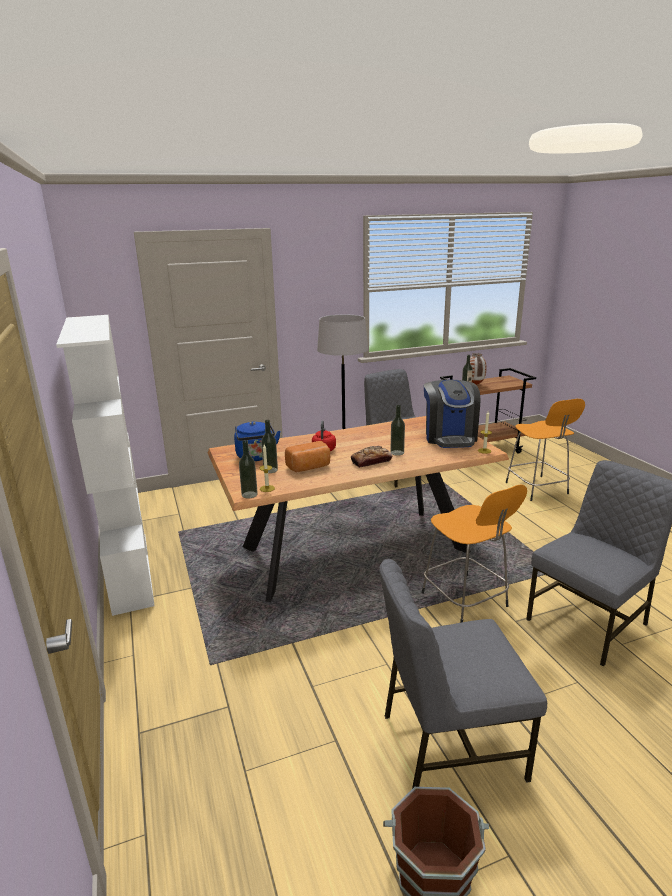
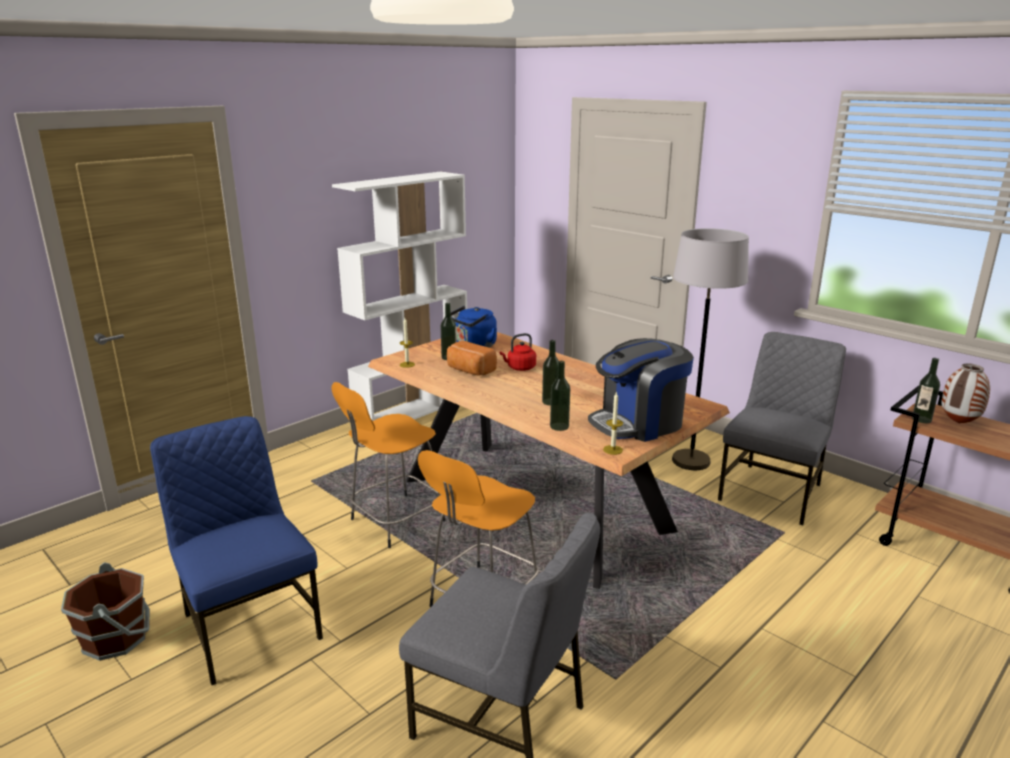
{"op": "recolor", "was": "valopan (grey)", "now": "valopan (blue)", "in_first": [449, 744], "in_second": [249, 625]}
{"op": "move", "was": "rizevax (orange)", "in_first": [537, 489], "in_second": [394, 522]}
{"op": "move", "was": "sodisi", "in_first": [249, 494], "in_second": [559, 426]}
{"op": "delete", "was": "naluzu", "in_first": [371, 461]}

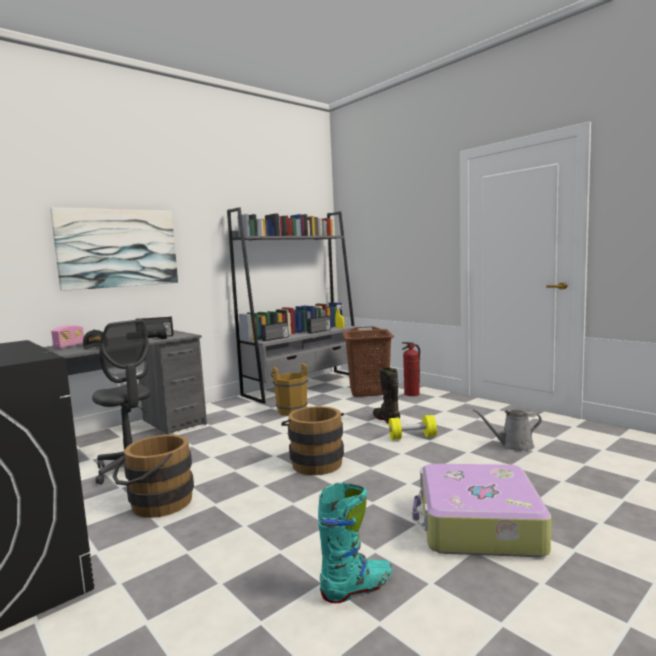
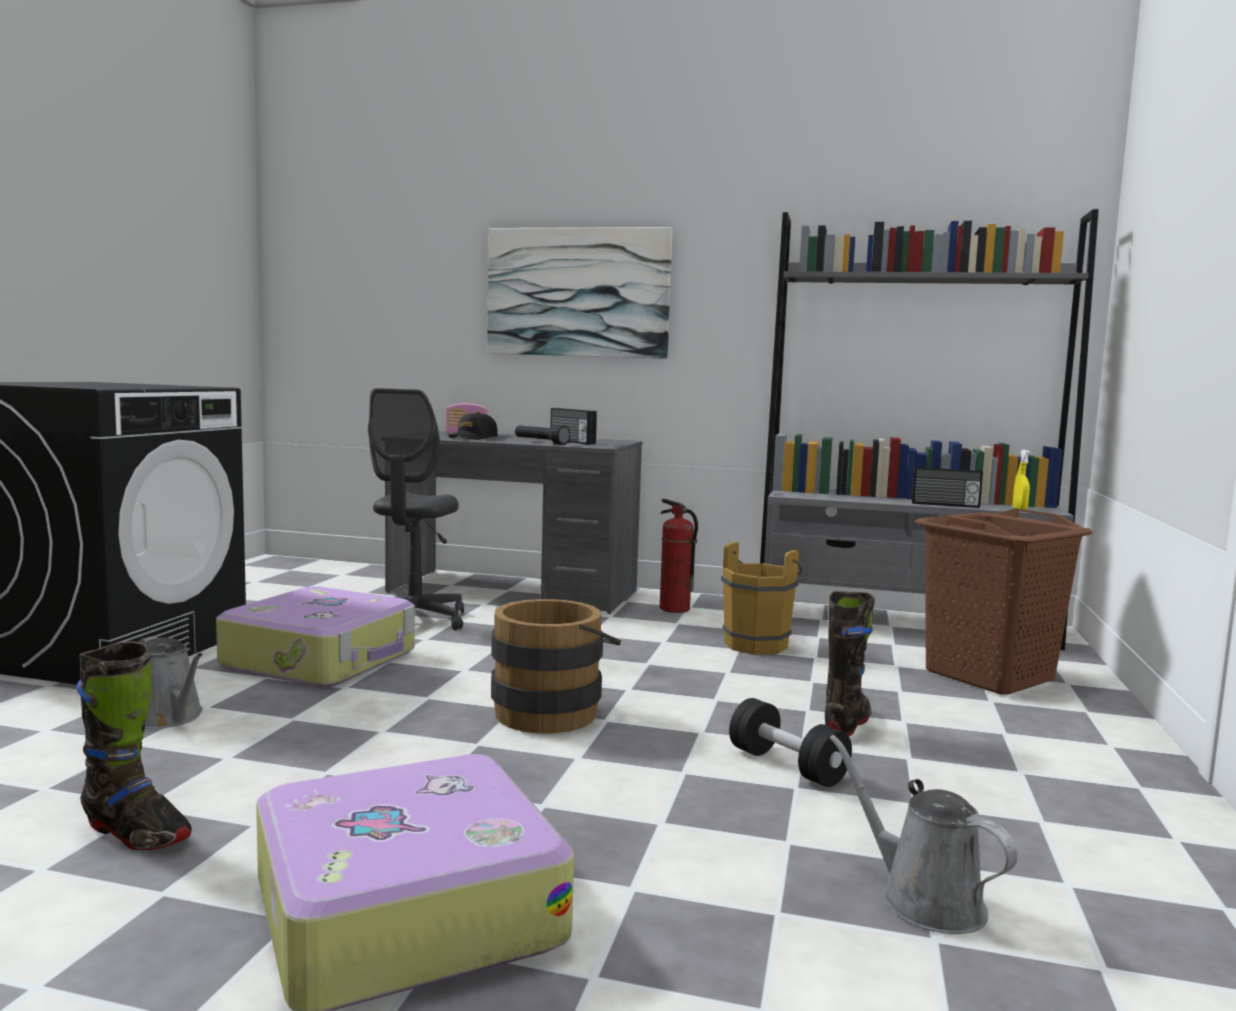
{"op": "recolor", "was": "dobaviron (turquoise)", "now": "dobaviron (black)", "in_first": [357, 588], "in_second": [135, 833]}
{"op": "insert", "now": "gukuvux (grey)", "in_second": [168, 718]}
{"op": "replace", "was": "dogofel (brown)", "now": "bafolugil", "in_first": [156, 504], "in_second": [322, 659]}
{"op": "move", "was": "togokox", "in_first": [412, 394], "in_second": [674, 609]}
{"op": "recolor", "was": "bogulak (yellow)", "now": "bogulak (black)", "in_first": [412, 437], "in_second": [787, 766]}
{"op": "delete", "was": "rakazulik", "in_first": [275, 339]}

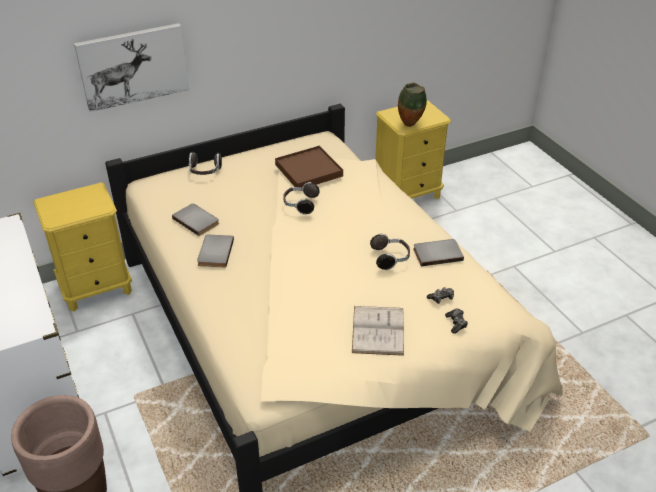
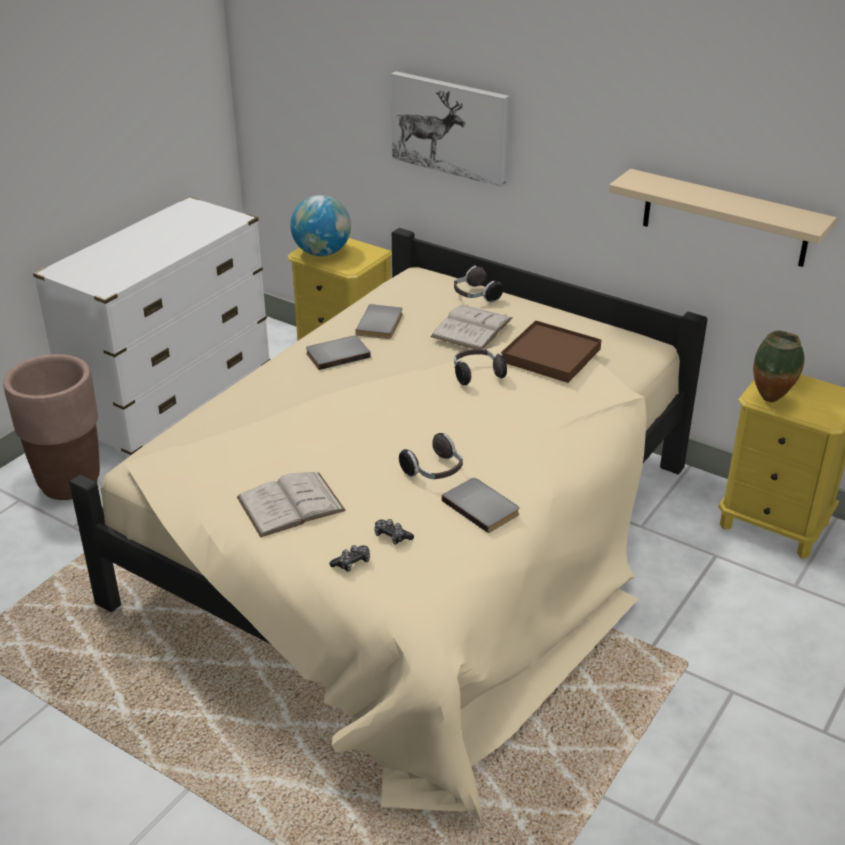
{"op": "insert", "now": "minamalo", "in_second": [322, 253]}
{"op": "insert", "now": "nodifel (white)", "in_second": [472, 327]}
{"op": "insert", "now": "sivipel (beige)", "in_second": [725, 218]}

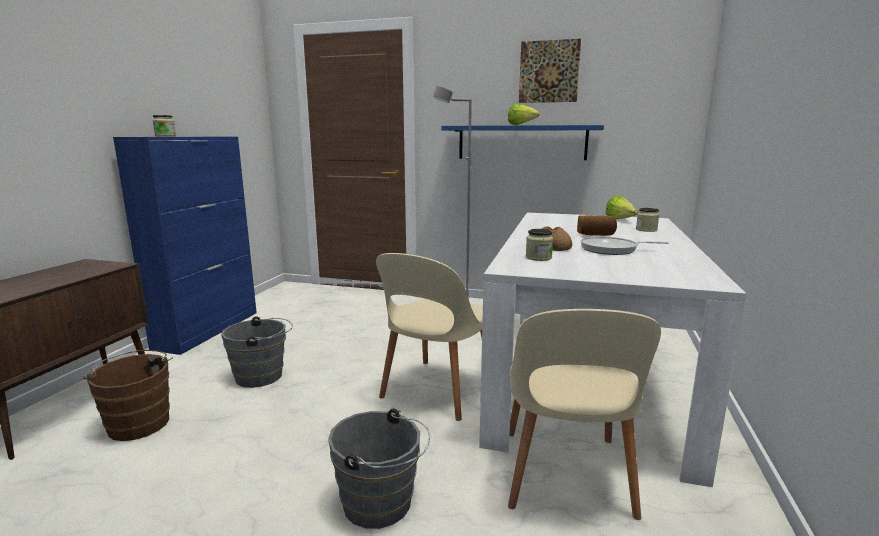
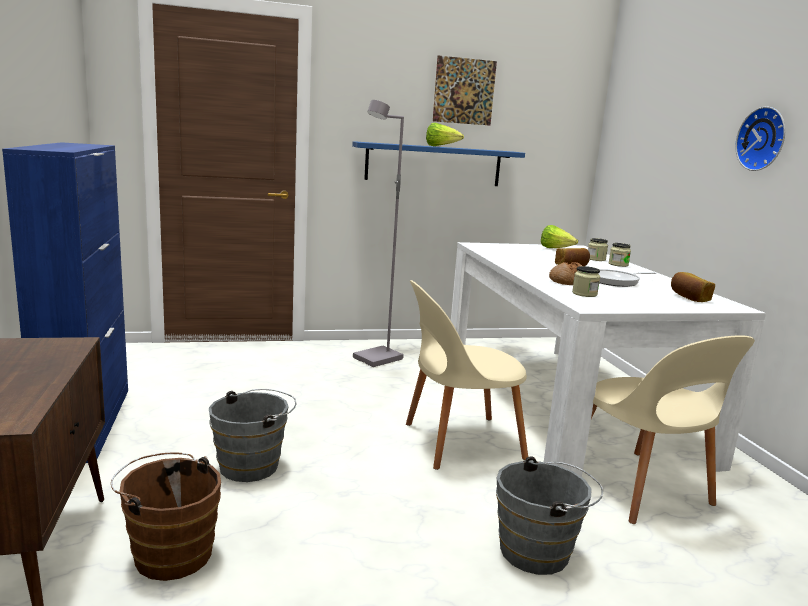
{"op": "rotate", "was": "valopan (beige)", "in_first": [436, 390], "in_second": [458, 442], "clockwise": 75}
{"op": "move", "was": "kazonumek", "in_first": [165, 136], "in_second": [618, 264]}
{"op": "insert", "now": "naluzu", "in_second": [689, 297]}
{"op": "insert", "now": "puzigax", "in_second": [763, 139]}

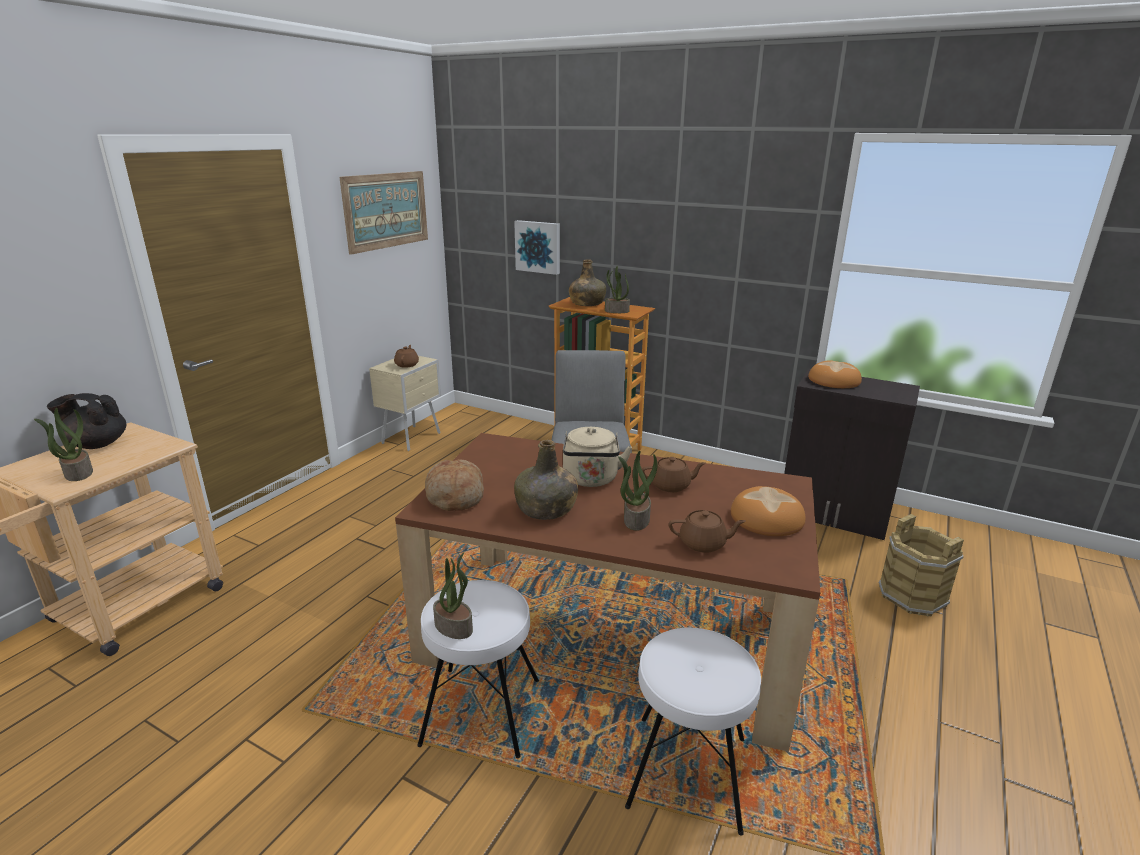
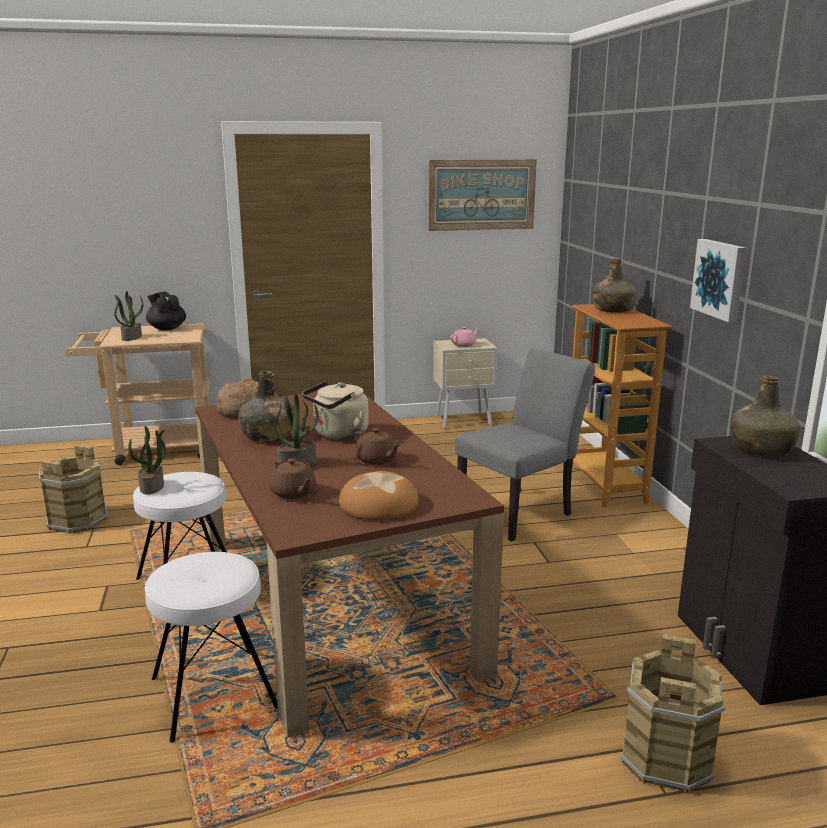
{"op": "insert", "now": "dogofel (brown)", "in_second": [78, 520]}
{"op": "recolor", "was": "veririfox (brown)", "now": "veririfox (pink)", "in_first": [407, 364], "in_second": [464, 345]}
{"op": "move", "was": "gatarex", "in_first": [538, 247], "in_second": [720, 279]}
{"op": "replace", "was": "naluzu", "now": "sodisi (green)", "in_first": [834, 380], "in_second": [761, 449]}
{"op": "delete", "was": "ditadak", "in_first": [616, 311]}

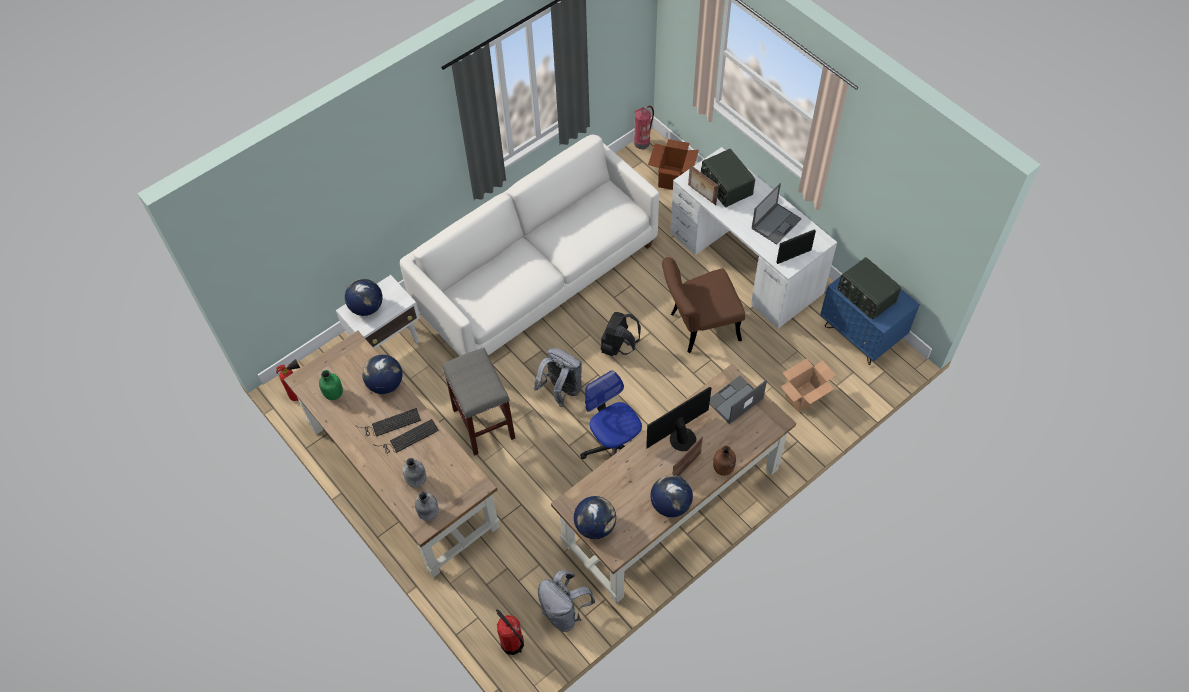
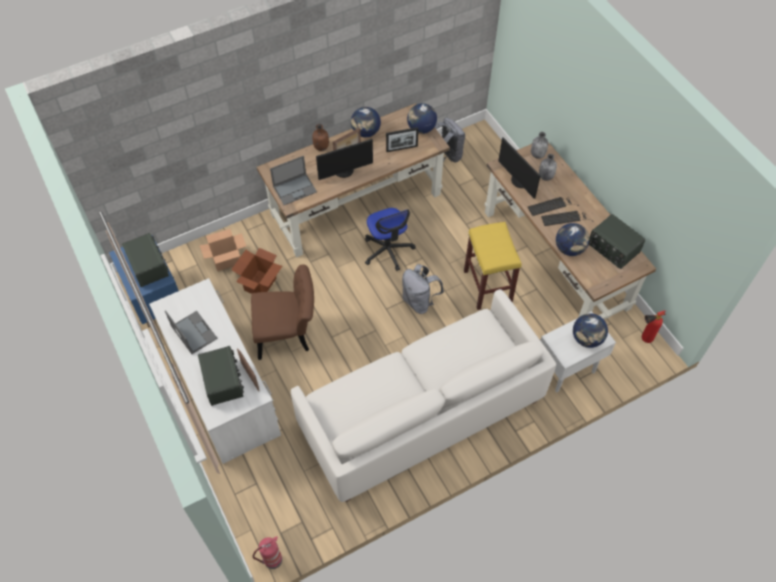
{"op": "rotate", "was": "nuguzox", "in_first": [776, 223], "in_second": [193, 332], "clockwise": 90}
{"op": "move", "was": "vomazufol", "in_first": [672, 178], "in_second": [260, 284]}
{"op": "move", "was": "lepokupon", "in_first": [793, 256], "in_second": [401, 148]}
{"op": "recolor", "was": "rizevax (grey)", "now": "rizevax (yellow)", "in_first": [484, 424], "in_second": [487, 286]}
{"op": "insert", "now": "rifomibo", "in_second": [519, 181]}
{"op": "replace", "was": "sodisi (green)", "now": "rakazulik", "in_first": [333, 394], "in_second": [612, 249]}
{"op": "delete", "was": "togokox", "in_first": [512, 644]}
{"op": "delete", "was": "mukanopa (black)", "in_first": [618, 347]}

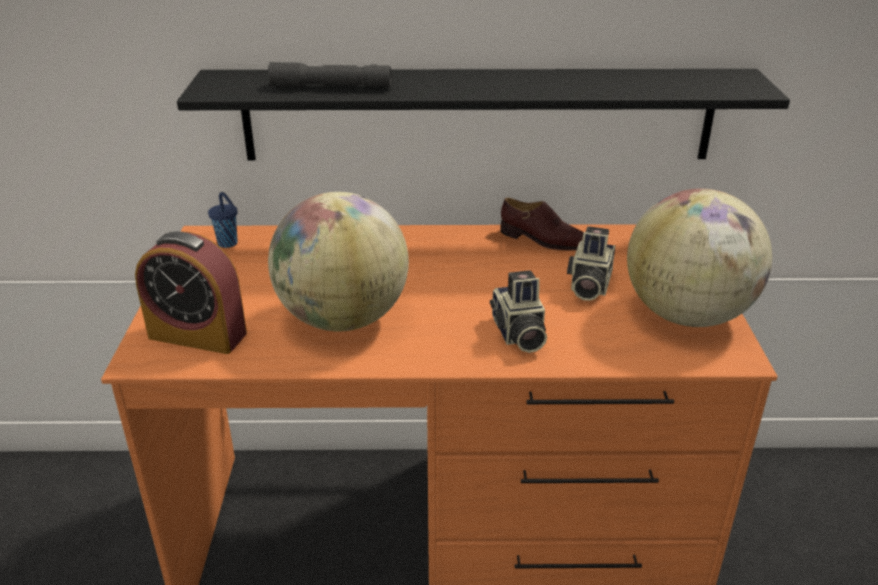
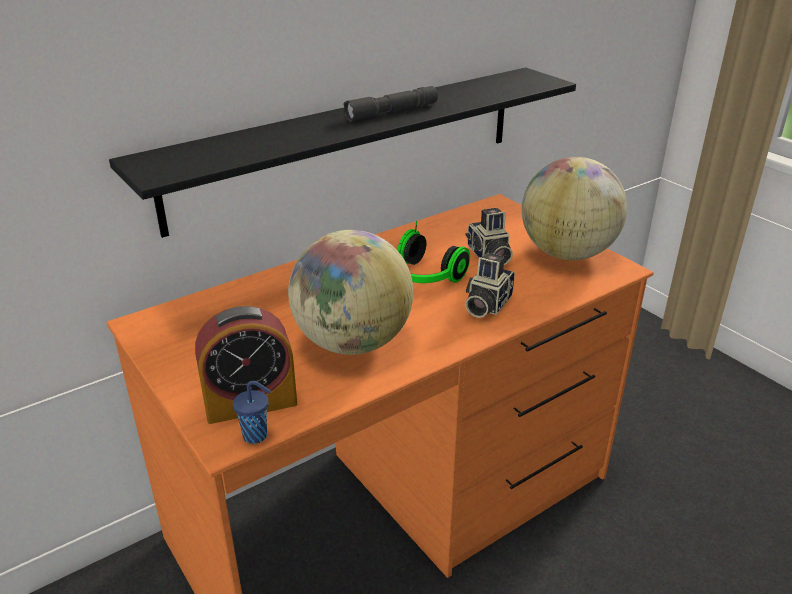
{"op": "move", "was": "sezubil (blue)", "in_first": [228, 244], "in_second": [257, 436]}
{"op": "move", "was": "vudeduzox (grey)", "in_first": [331, 87], "in_second": [391, 112]}
{"op": "insert", "now": "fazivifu", "in_second": [423, 277]}
{"op": "rotate", "was": "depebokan", "in_first": [517, 334], "in_second": [486, 305], "clockwise": 75}
{"op": "delete", "was": "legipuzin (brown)", "in_first": [543, 240]}

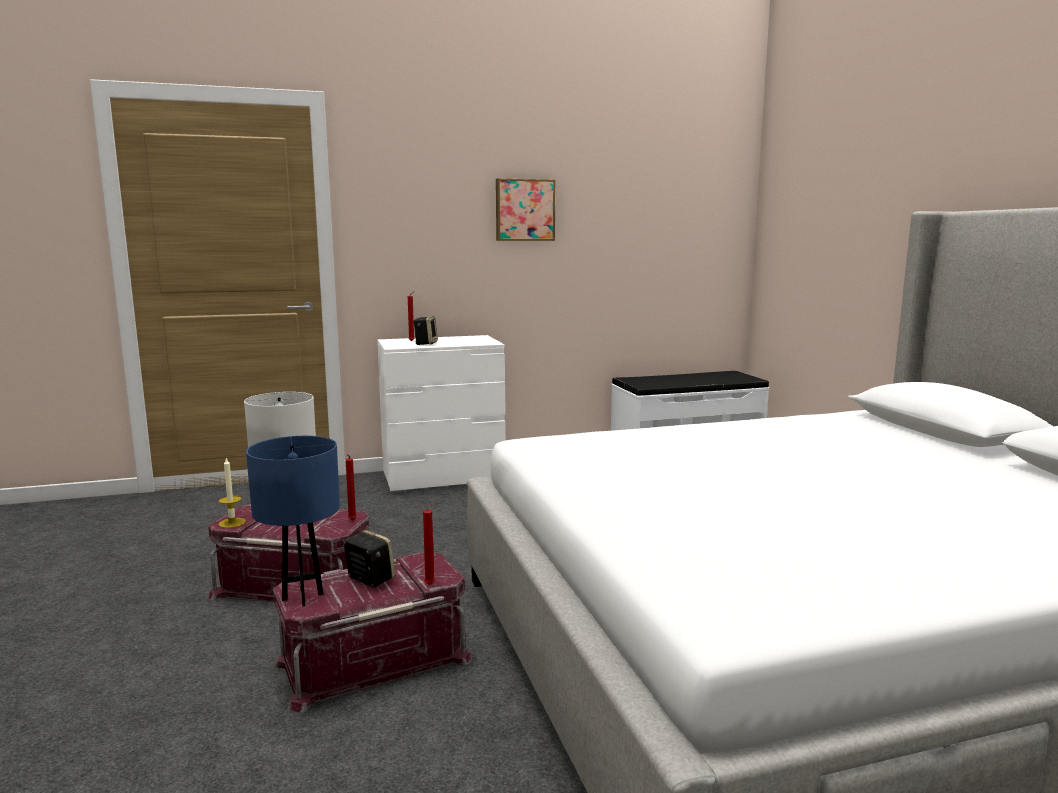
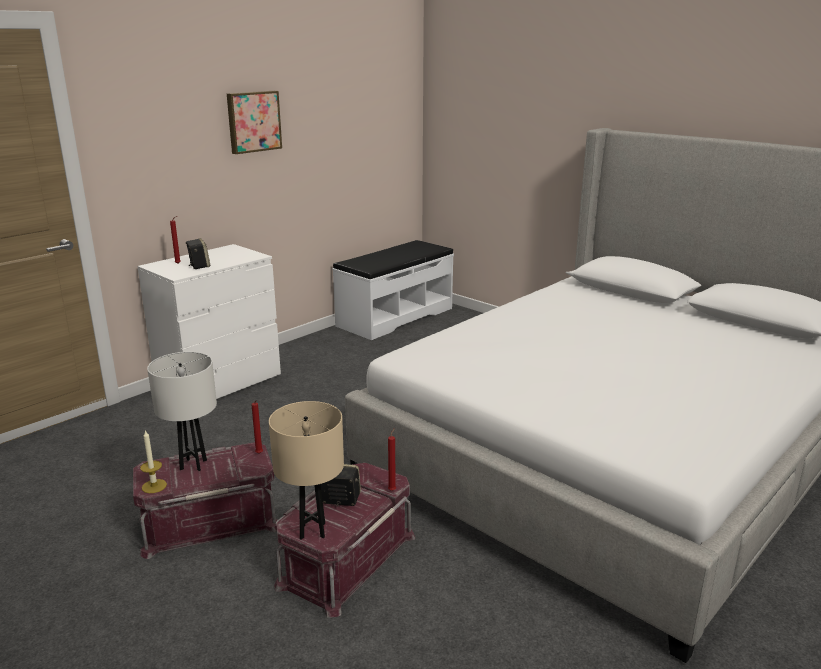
{"op": "recolor", "was": "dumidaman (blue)", "now": "dumidaman (beige)", "in_first": [303, 597], "in_second": [313, 531]}

